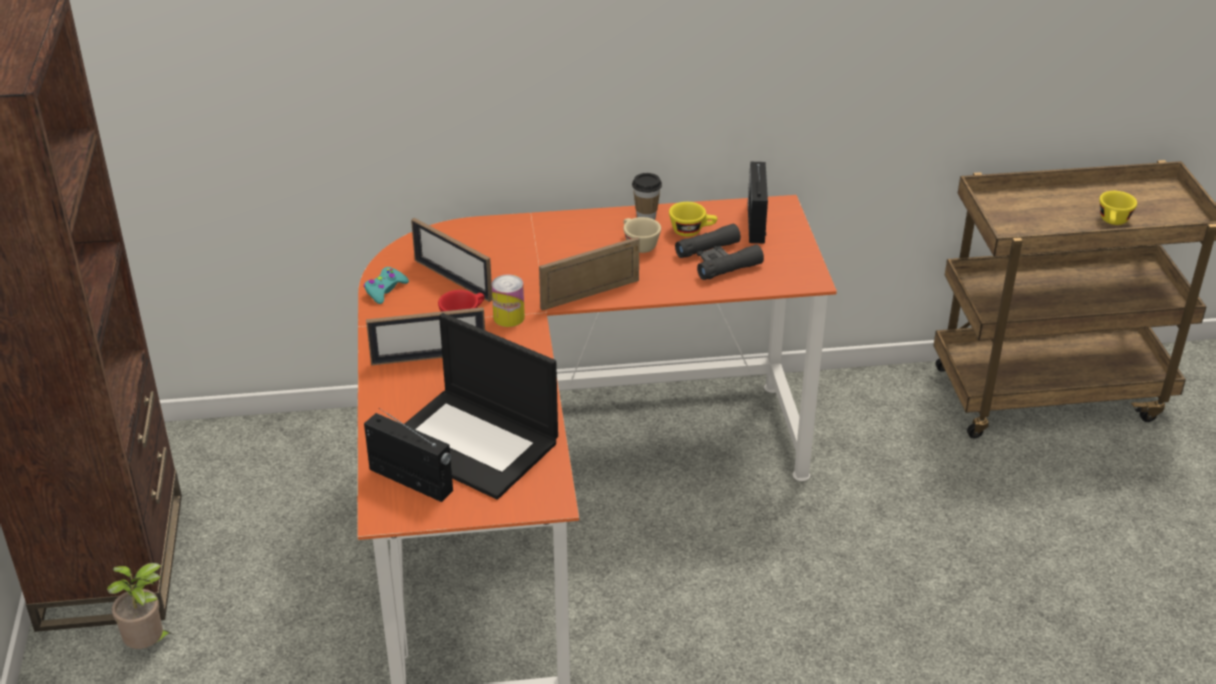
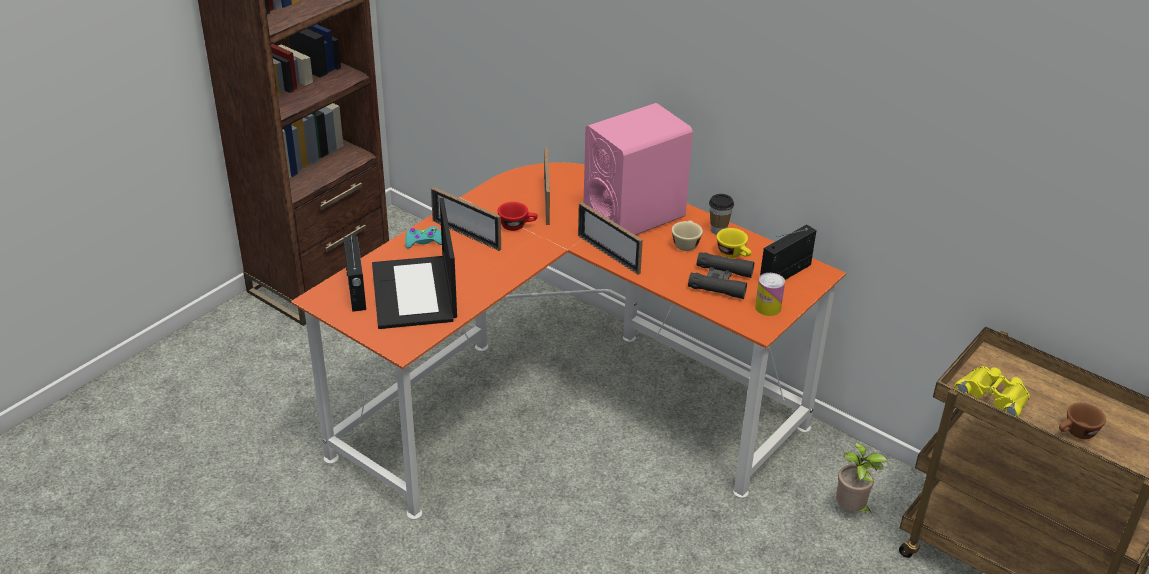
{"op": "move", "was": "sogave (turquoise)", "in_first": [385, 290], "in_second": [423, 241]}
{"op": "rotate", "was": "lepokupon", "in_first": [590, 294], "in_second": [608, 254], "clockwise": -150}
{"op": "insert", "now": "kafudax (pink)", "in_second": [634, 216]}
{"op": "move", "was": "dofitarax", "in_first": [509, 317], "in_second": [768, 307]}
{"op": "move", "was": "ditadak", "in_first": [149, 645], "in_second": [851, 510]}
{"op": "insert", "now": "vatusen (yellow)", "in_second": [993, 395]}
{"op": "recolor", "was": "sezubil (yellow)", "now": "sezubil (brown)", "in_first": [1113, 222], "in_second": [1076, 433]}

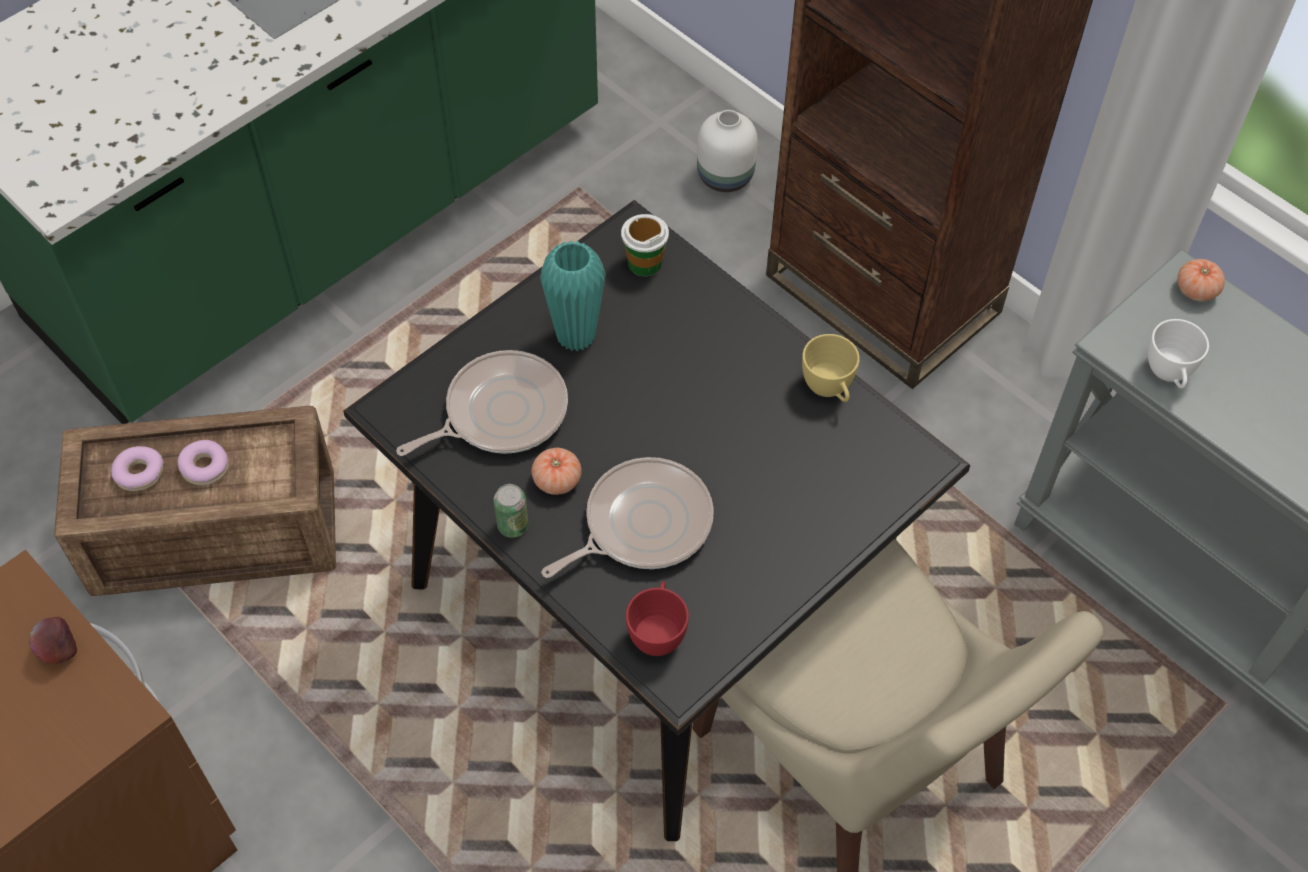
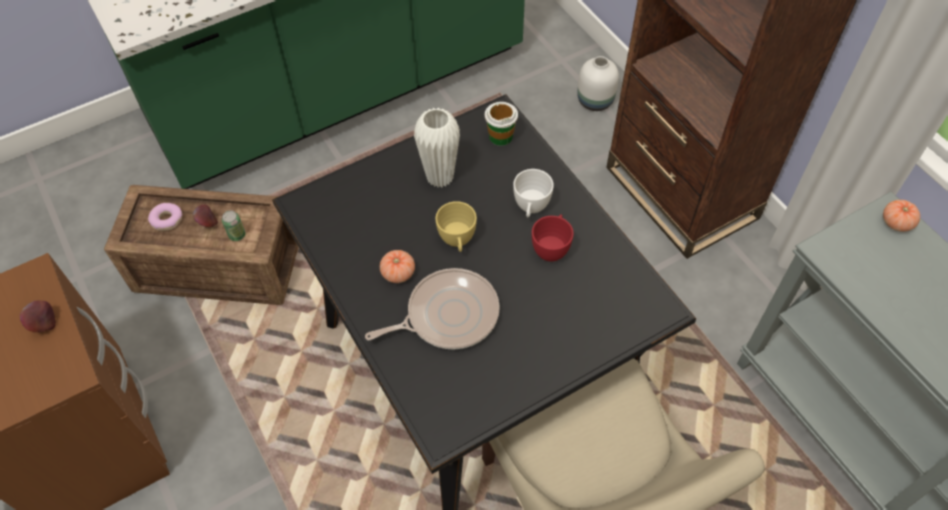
{"op": "replace", "was": "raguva", "now": "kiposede", "in_first": [205, 467], "in_second": [207, 223]}
{"op": "move", "was": "dofitarax", "in_first": [513, 525], "in_second": [237, 235]}
{"op": "recolor", "was": "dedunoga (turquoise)", "now": "dedunoga (white)", "in_first": [576, 336], "in_second": [440, 177]}
{"op": "move", "was": "sezubil (yellow)", "in_first": [829, 389], "in_second": [457, 241]}
{"op": "move", "was": "sezubil (white)", "in_first": [1169, 375], "in_second": [531, 208]}
{"op": "move", "was": "sezubil (red)", "in_first": [657, 632], "in_second": [552, 247]}
{"op": "delete", "was": "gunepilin", "in_first": [500, 412]}

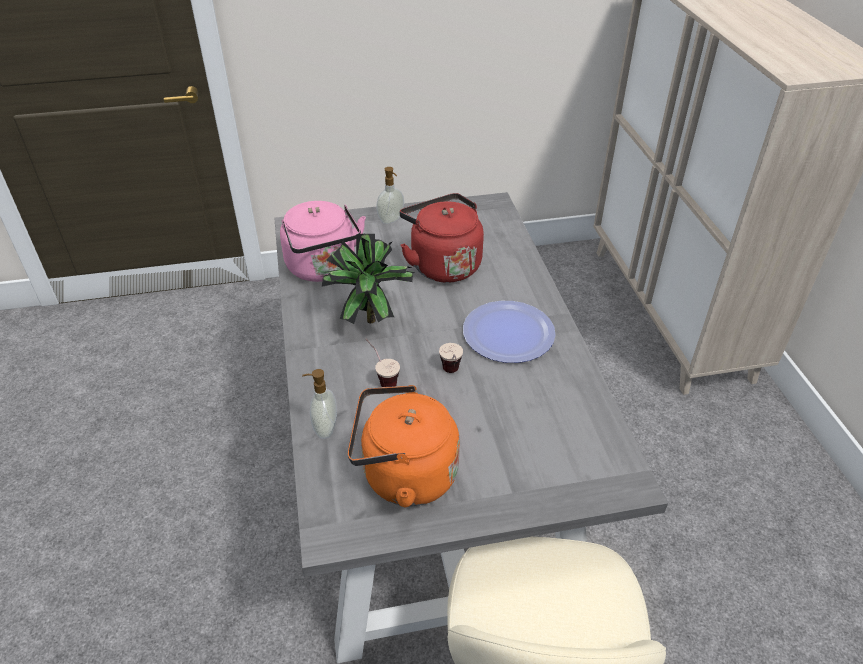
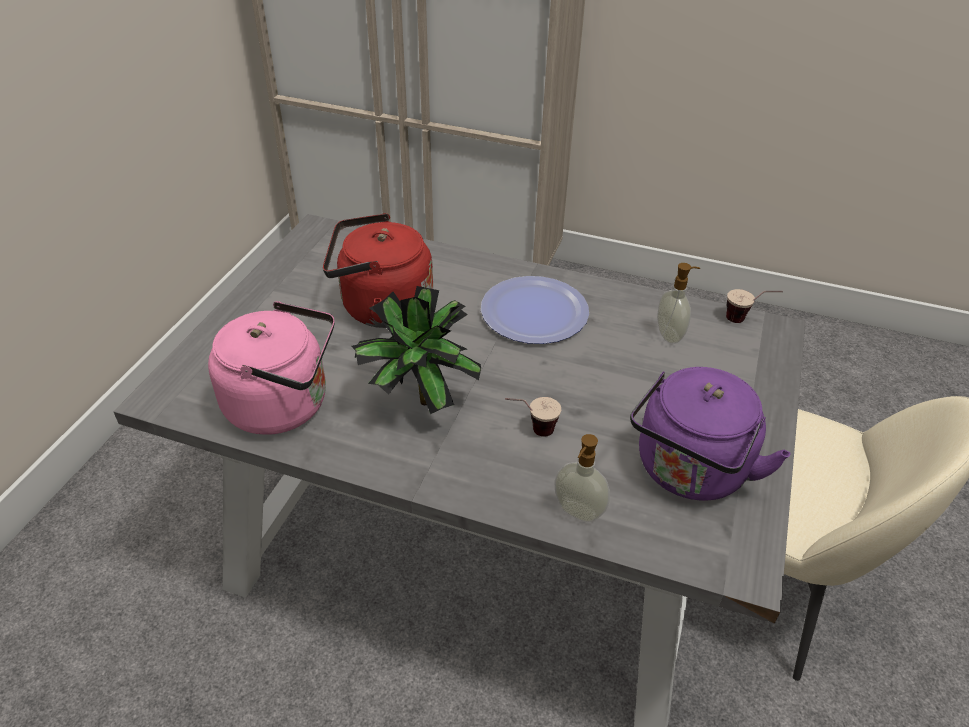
{"op": "recolor", "was": "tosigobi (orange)", "now": "tosigobi (purple)", "in_first": [403, 476], "in_second": [689, 472]}
{"op": "move", "was": "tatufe", "in_first": [391, 220], "in_second": [670, 334]}
{"op": "move", "was": "sezubil", "in_first": [452, 374], "in_second": [746, 320]}

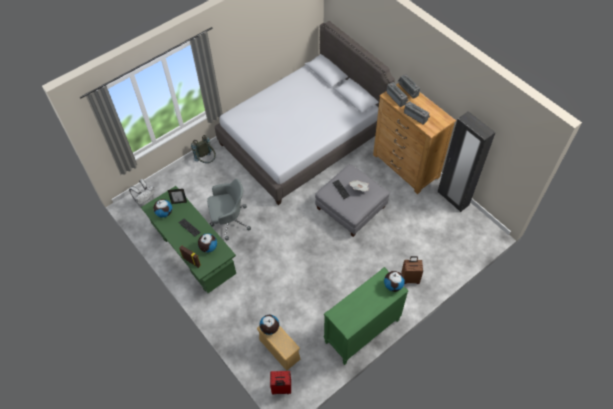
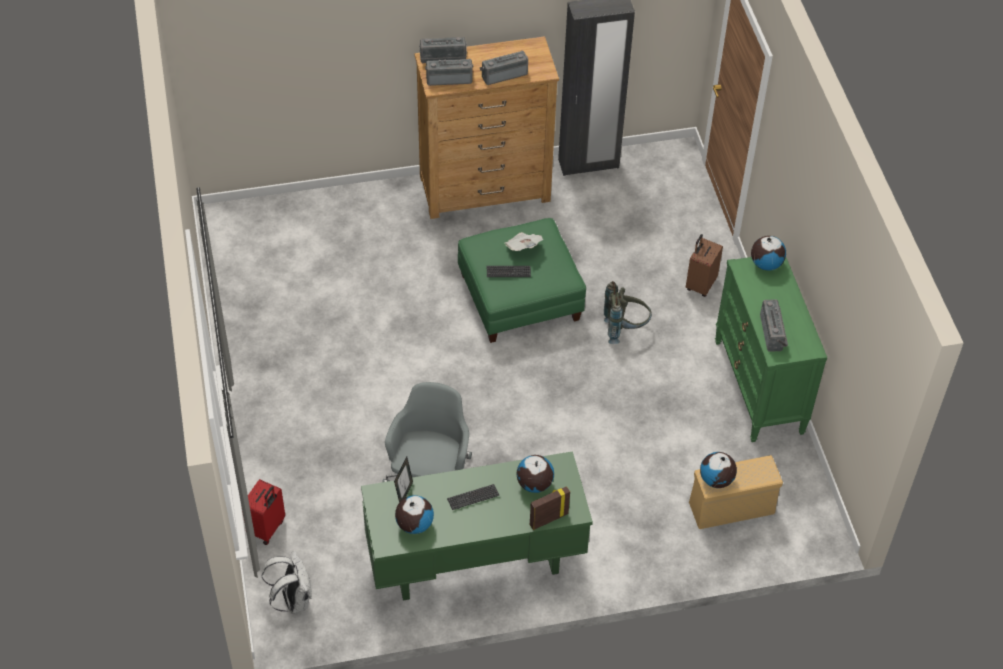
{"op": "move", "was": "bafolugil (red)", "in_first": [281, 388], "in_second": [267, 529]}
{"op": "recolor", "was": "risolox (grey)", "now": "risolox (green)", "in_first": [351, 208], "in_second": [520, 296]}
{"op": "move", "was": "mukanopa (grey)", "in_first": [207, 161], "in_second": [625, 329]}
{"op": "insert", "now": "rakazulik", "in_second": [773, 333]}
{"op": "delete", "was": "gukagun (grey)", "in_first": [302, 138]}

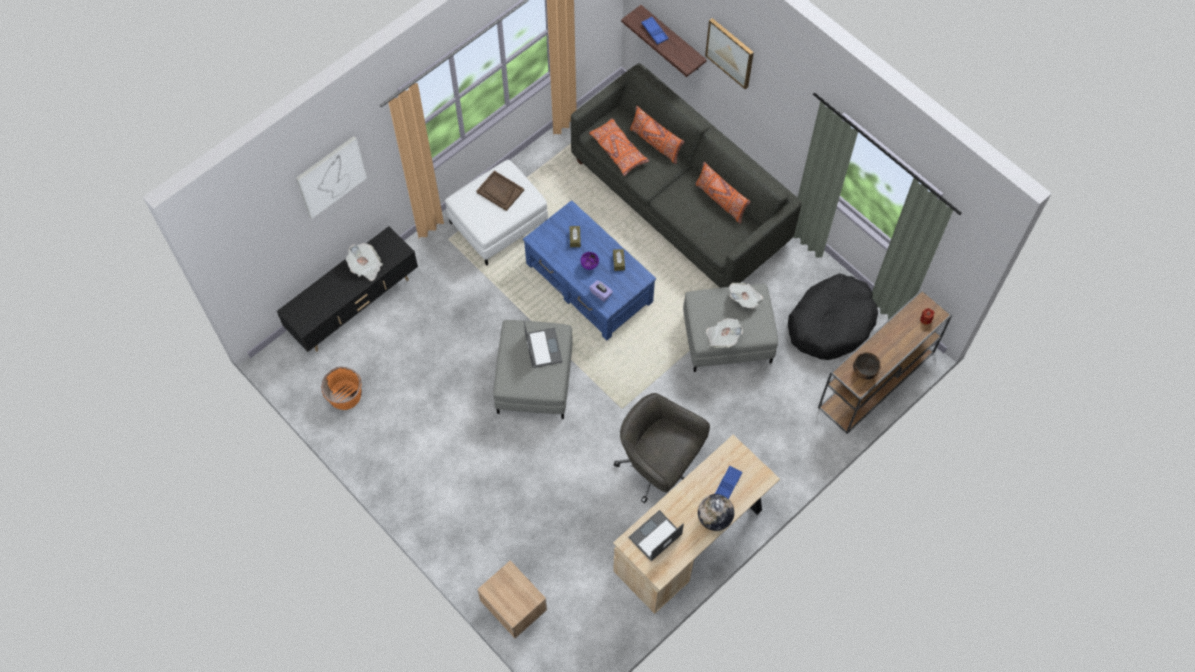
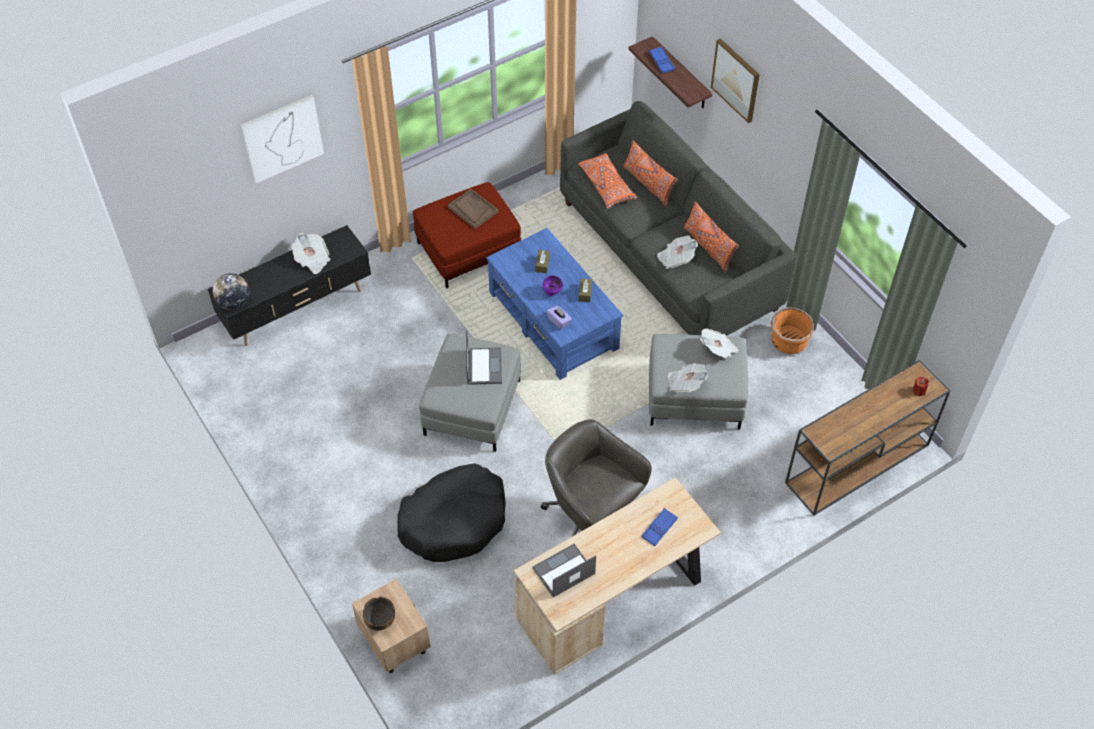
{"op": "move", "was": "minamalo", "in_first": [714, 518], "in_second": [234, 303]}
{"op": "move", "was": "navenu", "in_first": [864, 371], "in_second": [380, 620]}
{"op": "move", "was": "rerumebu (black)", "in_first": [831, 323], "in_second": [454, 520]}
{"op": "recolor", "was": "risolox (white)", "now": "risolox (red)", "in_first": [498, 223], "in_second": [469, 250]}
{"op": "insert", "now": "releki", "in_second": [676, 258]}
{"op": "move", "was": "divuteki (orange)", "in_first": [345, 395], "in_second": [788, 341]}

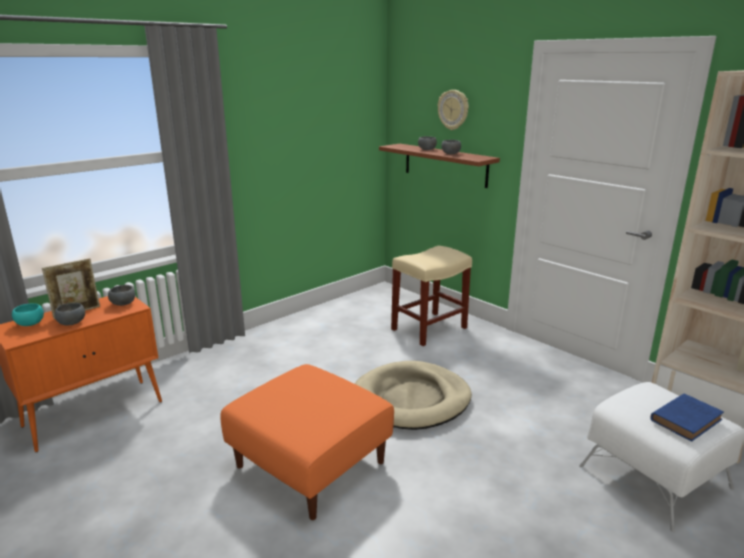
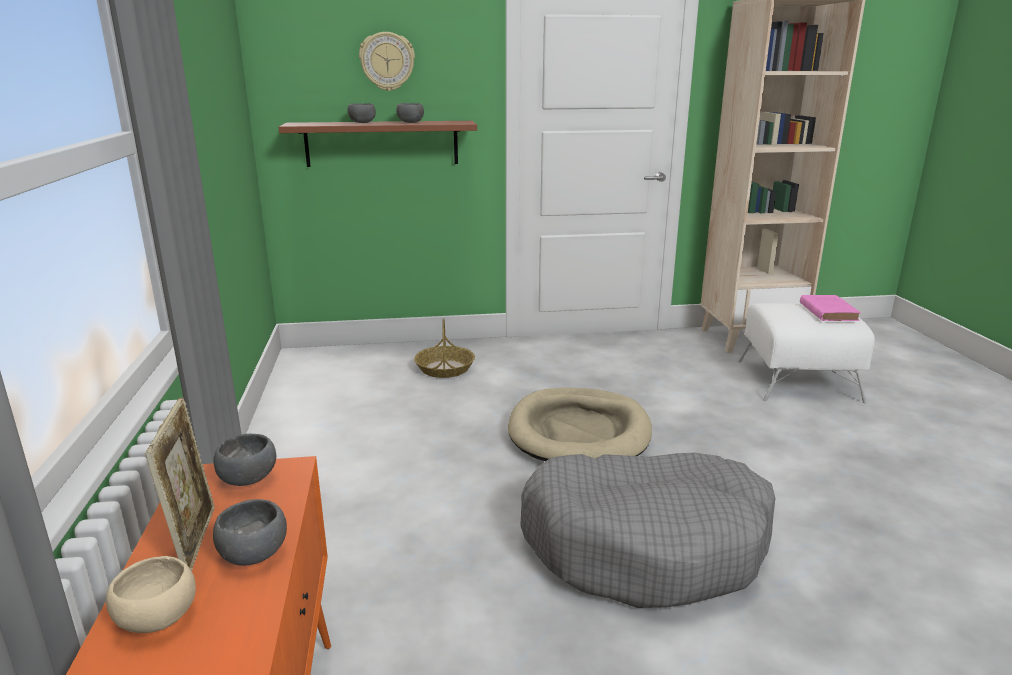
{"op": "recolor", "was": "navenu (turquoise)", "now": "navenu (beige)", "in_first": [29, 324], "in_second": [158, 620]}
{"op": "replace", "was": "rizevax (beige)", "now": "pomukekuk", "in_first": [429, 328], "in_second": [444, 368]}
{"op": "replace", "was": "risolox (orange)", "now": "rerumebu (grey)", "in_first": [309, 464], "in_second": [646, 544]}
{"op": "recolor", "was": "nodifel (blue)", "now": "nodifel (pink)", "in_first": [686, 419], "in_second": [827, 311]}

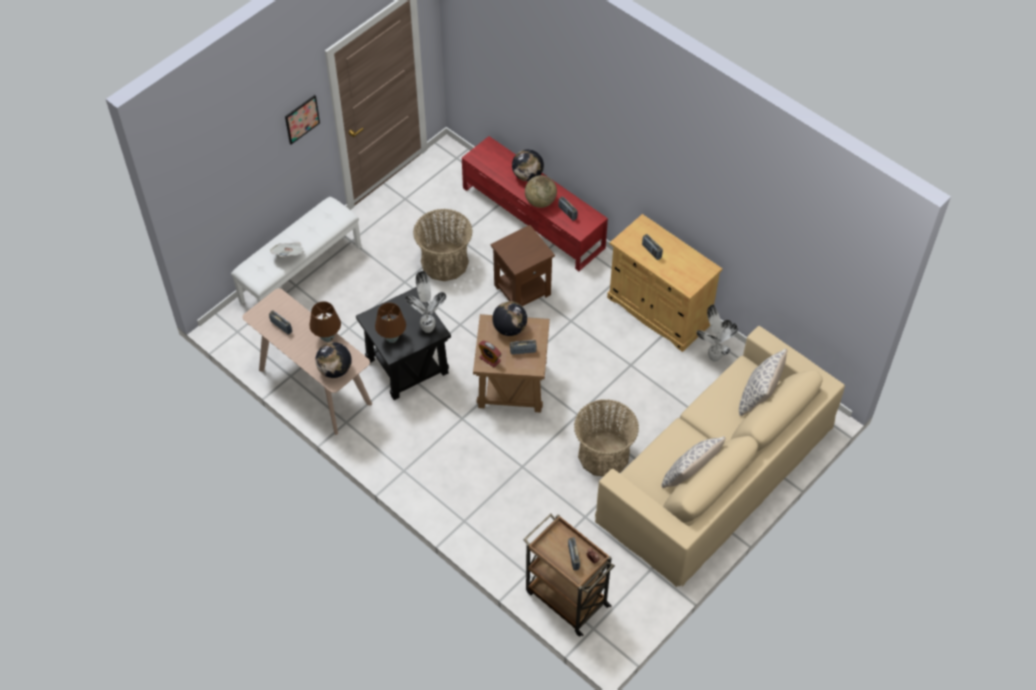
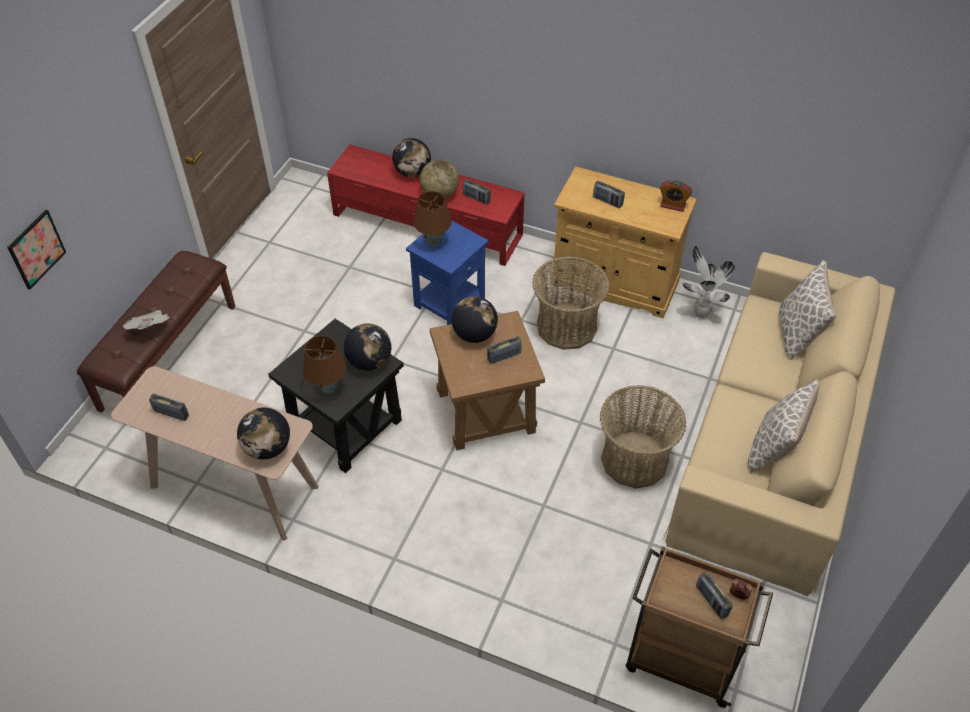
{"op": "move", "was": "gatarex", "in_first": [302, 119], "in_second": [36, 249]}
{"op": "recolor", "was": "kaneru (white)", "now": "kaneru (brown)", "in_first": [300, 273], "in_second": [168, 356]}
{"op": "replace", "was": "ditadak", "now": "minamalo", "in_first": [428, 327], "in_second": [369, 361]}
{"op": "recolor", "was": "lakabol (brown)", "now": "lakabol (blue)", "in_first": [522, 289], "in_second": [450, 302]}
{"op": "move", "was": "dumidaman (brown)", "in_first": [327, 337], "in_second": [433, 242]}
{"op": "move", "was": "pomukekuk", "in_first": [444, 262], "in_second": [567, 326]}
{"op": "move", "was": "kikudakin", "in_first": [490, 359], "in_second": [673, 205]}

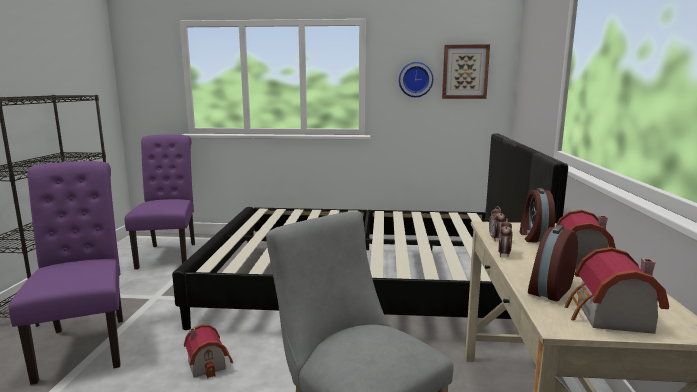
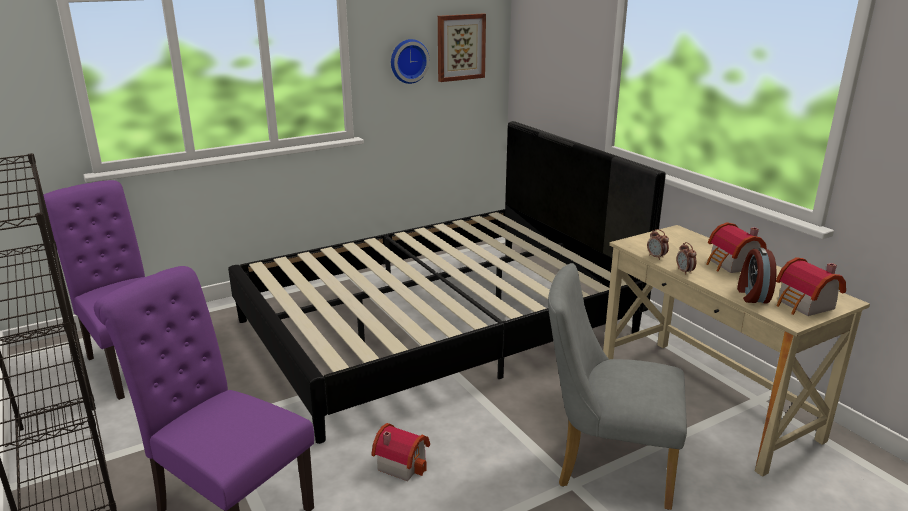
{"op": "delete", "was": "kikudakin", "in_first": [534, 237]}

